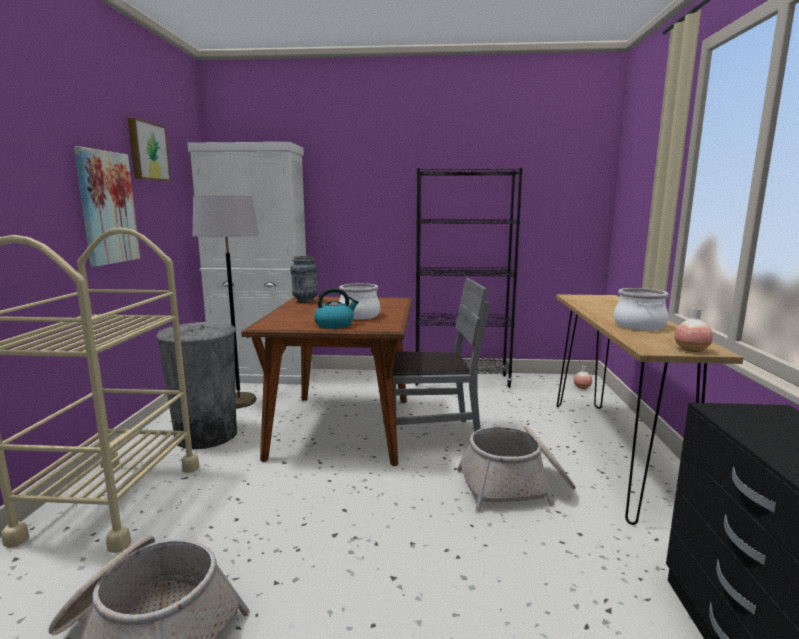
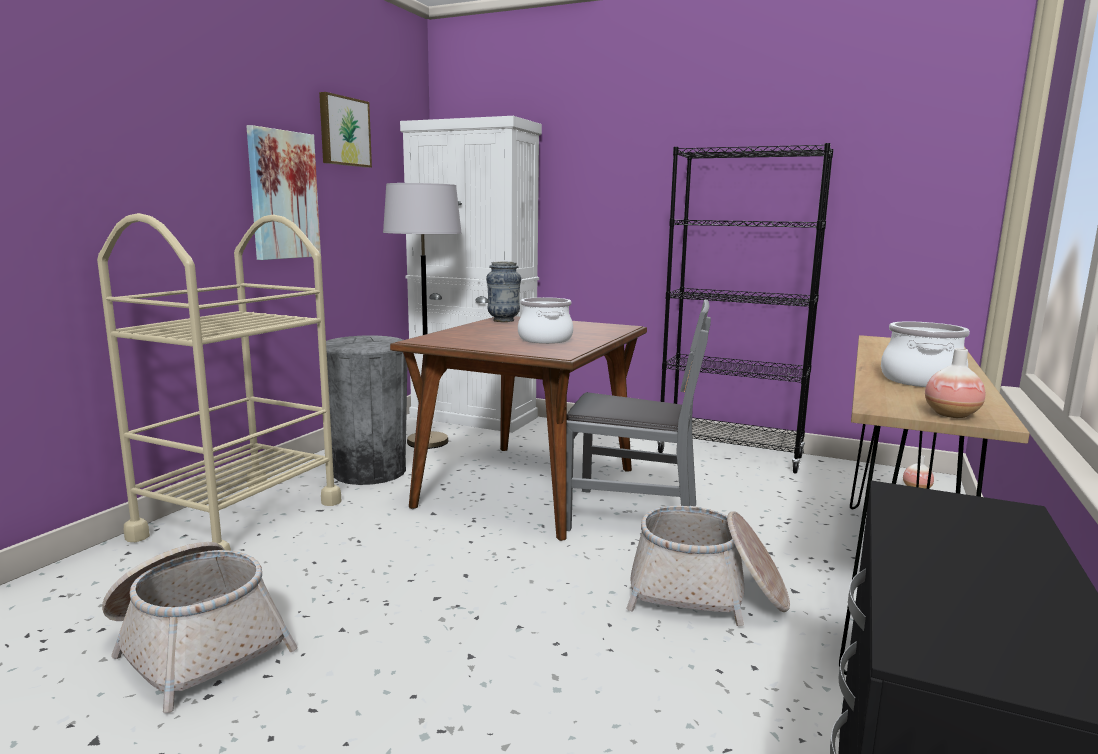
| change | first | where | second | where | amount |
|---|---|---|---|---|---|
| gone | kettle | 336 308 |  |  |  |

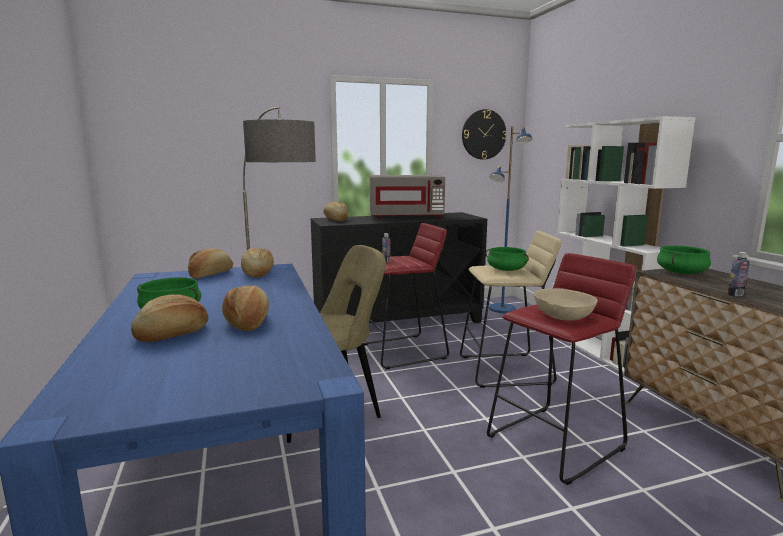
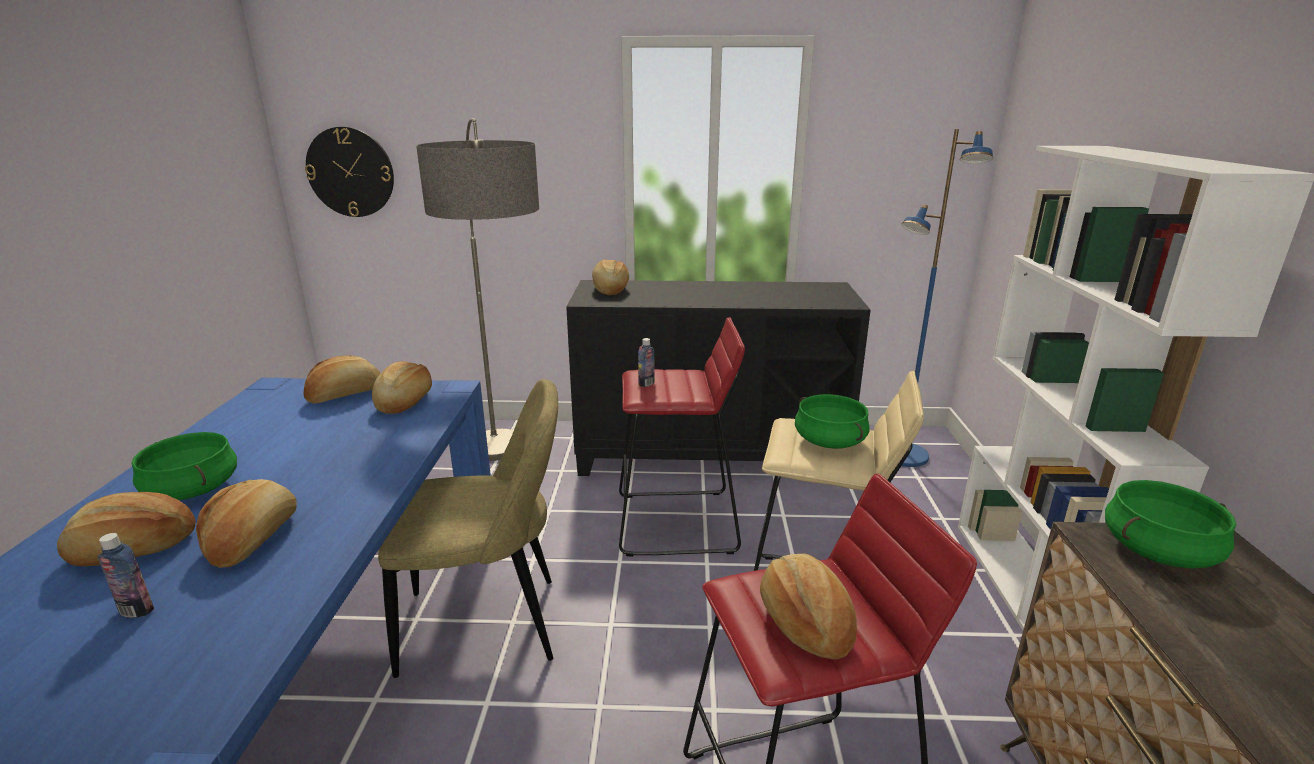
| change | first | where | second | where | amount |
|---|---|---|---|---|---|
| shifted | bottle | 738 274 |  | 125 575 |  |
| shifted | wall clock | 484 134 |  | 349 172 |  |
| swapped | bowl (beige) | 565 304 | bread | 808 606 |  |
| gone | microwave (grey) | 407 197 |  |  |  |

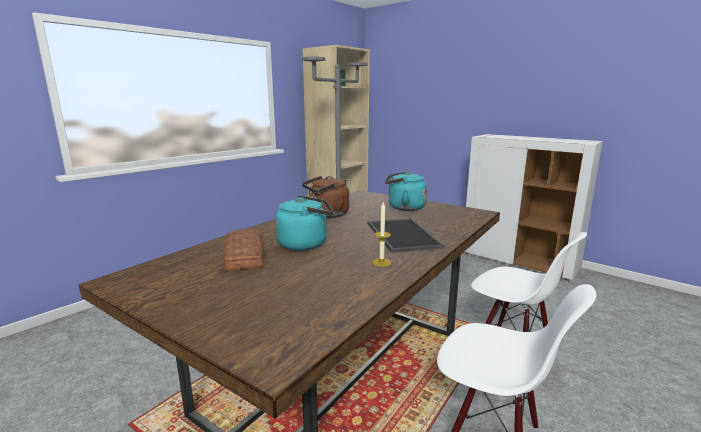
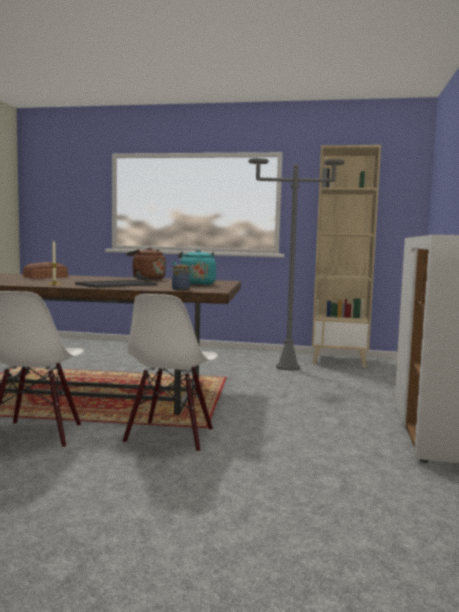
| change | first | where | second | where | amount |
|---|---|---|---|---|---|
| new |  |  | jar | 181 277 |  |
| gone | kettle (turquoise) | 304 223 |  |  |  |

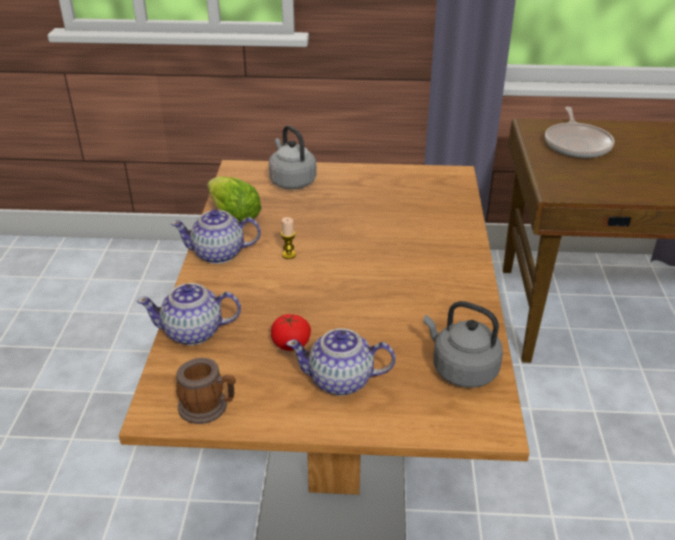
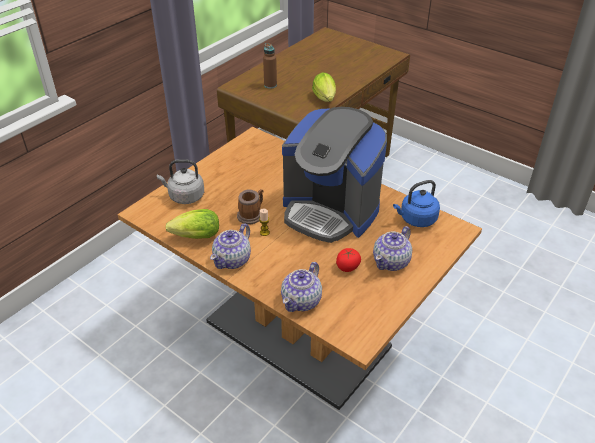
| change | first | where | second | where | amount |
|---|---|---|---|---|---|
| shifted | mug | 206 391 |  | 250 207 |  |
| swapped | frying pan | 580 132 | bottle (brown) | 270 66 |  |
| new |  |  | coffee machine | 334 175 |  |
| new |  |  | lettuce | 324 87 |  |
| repainted | kettle (grey) | 463 344 | kettle (blue) | 416 203 |  |

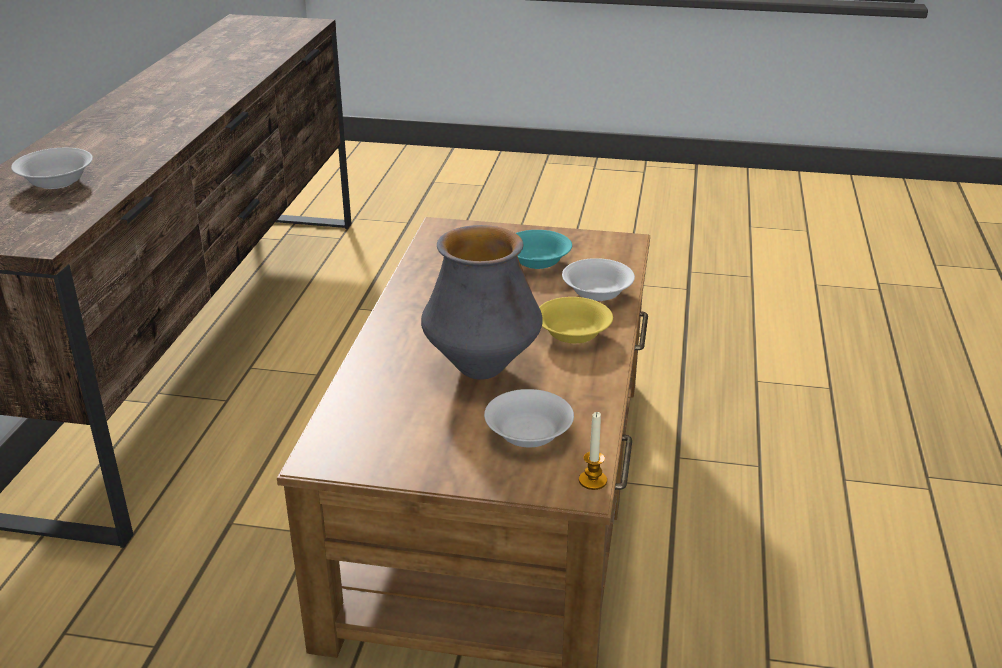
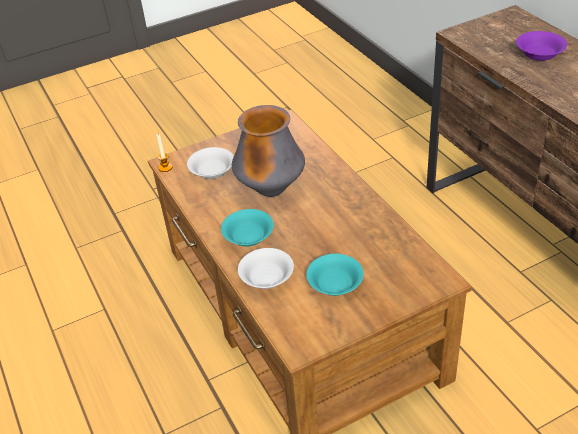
| change | first | where | second | where | amount |
|---|---|---|---|---|---|
| repainted | bowl (yellow) | 576 320 | bowl (turquoise) | 247 228 |  |
| repainted | bowl (white) | 52 168 | bowl (purple) | 541 46 |  |

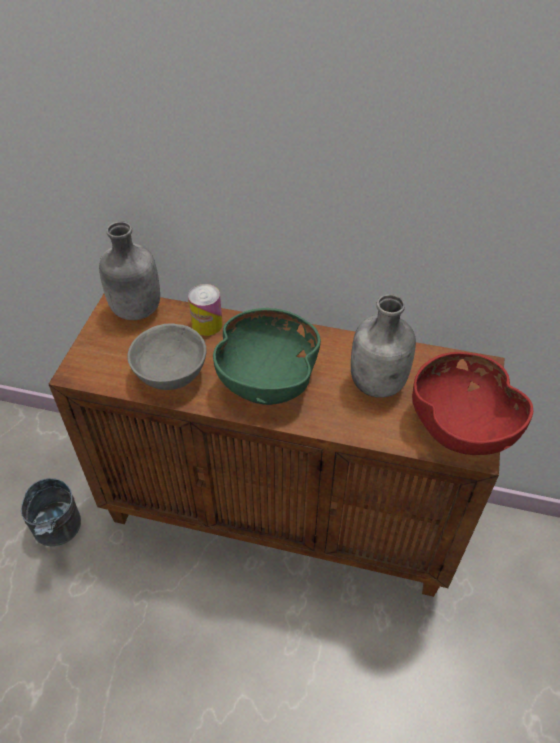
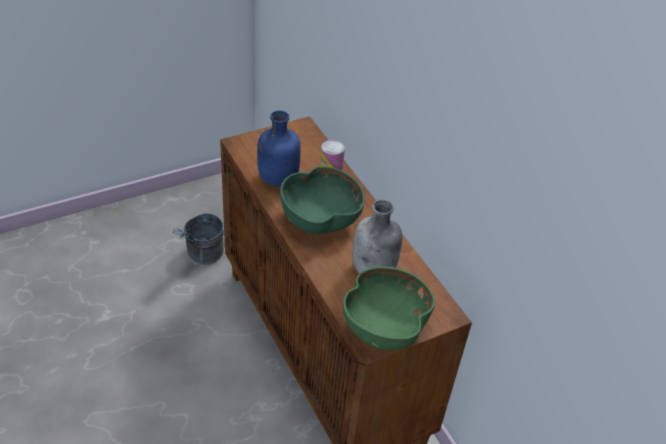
| change | first | where | second | where | amount |
|---|---|---|---|---|---|
| swapped | bowl (grey) | 167 356 | bottle (blue) | 279 148 |  |
| repainted | bowl (red) | 472 403 | bowl (green) | 389 308 |  |
| gone | bottle (grey) | 129 270 |  |  |  |

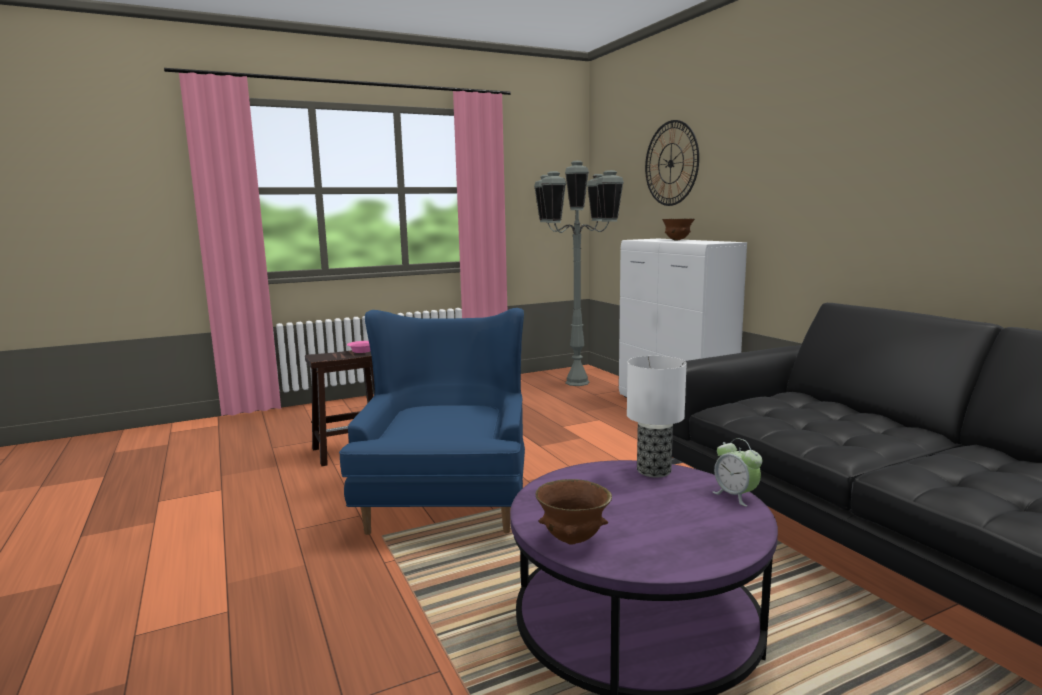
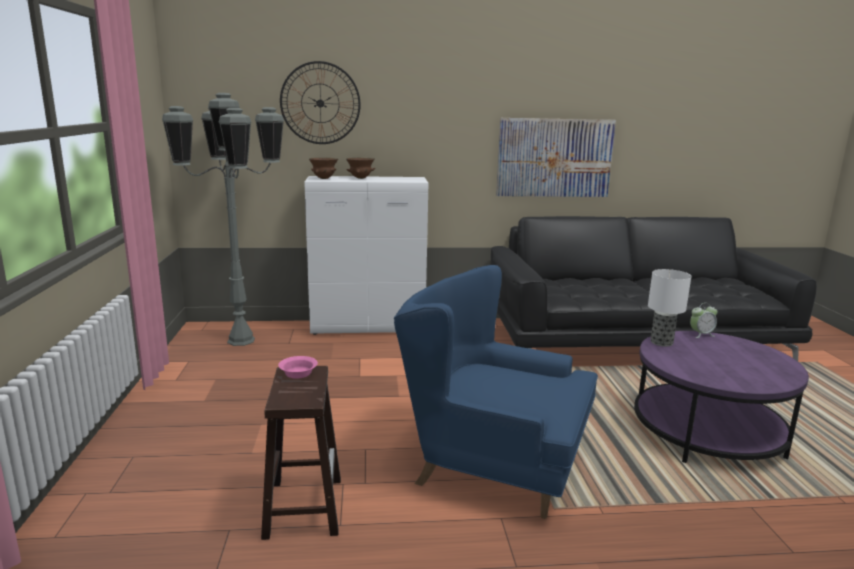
| change | first | where | second | where | amount |
|---|---|---|---|---|---|
| shifted | bowl (brown) | 574 512 |  | 323 168 |  |
| new |  |  | picture | 556 157 |  |

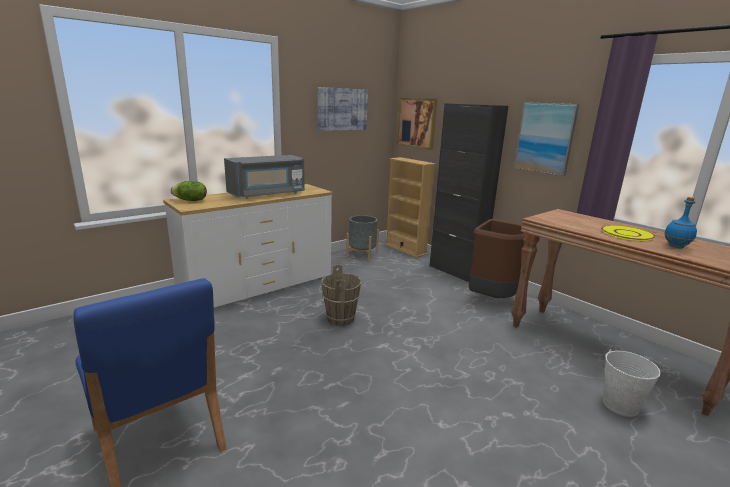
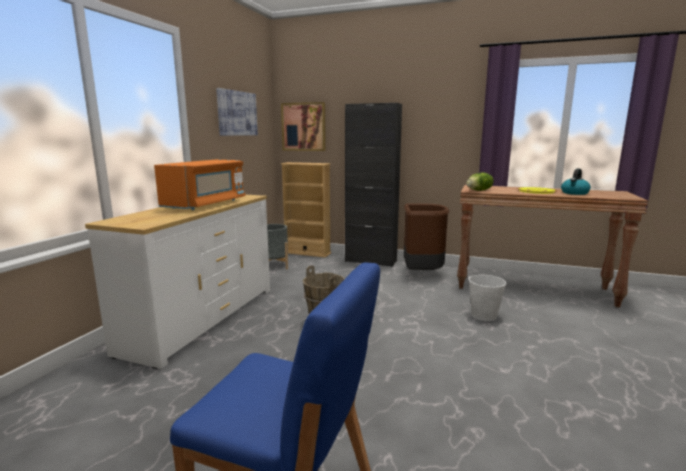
| change | first | where | second | where | amount |
|---|---|---|---|---|---|
| repainted | microwave (grey) | 264 177 | microwave (orange) | 199 185 |  |
| shifted | lettuce | 189 191 |  | 480 181 |  |
| shifted | bucket (white) | 632 383 |  | 488 298 |  |
| swapped | bottle (blue) | 680 223 | kettle | 576 182 |  |
| gone | picture | 546 139 |  |  |  |

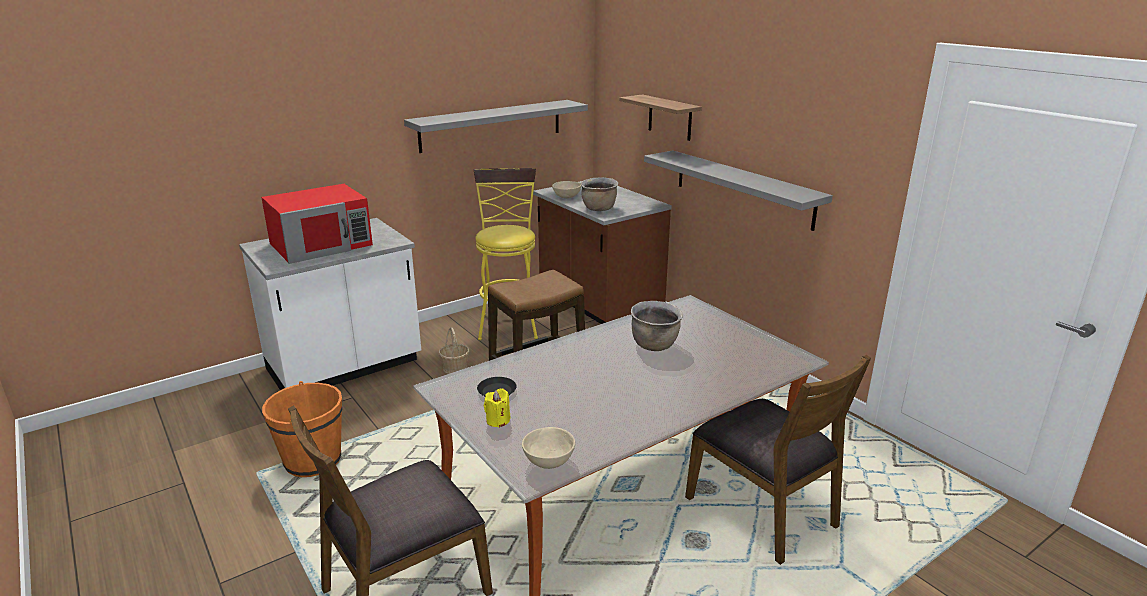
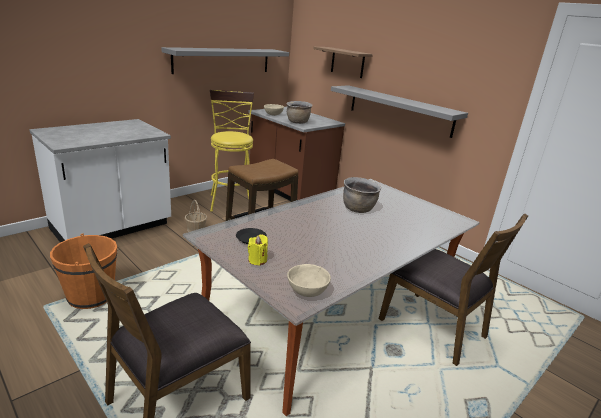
| change | first | where | second | where | amount |
|---|---|---|---|---|---|
| gone | microwave (red) | 317 224 |  |  |  |

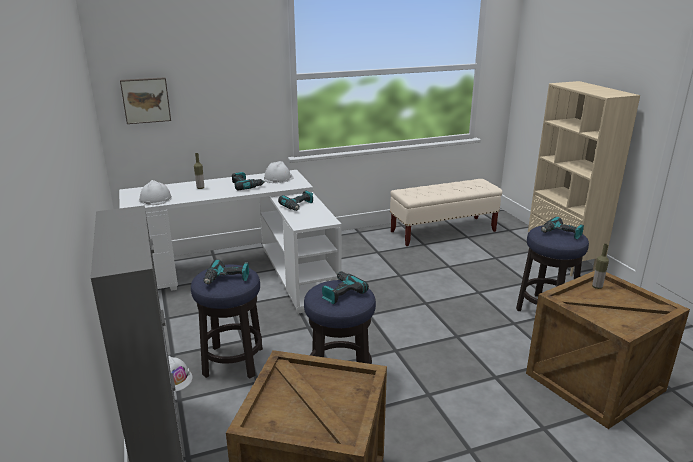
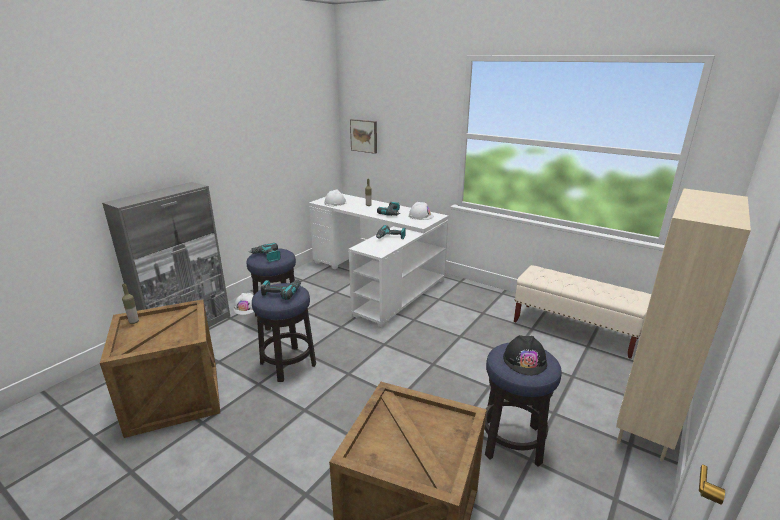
| change | first | where | second | where | amount |
|---|---|---|---|---|---|
| shifted | bottle | 600 266 |  | 130 303 |  |
| swapped | power drill | 562 228 | hard hat (black) | 525 355 |  |

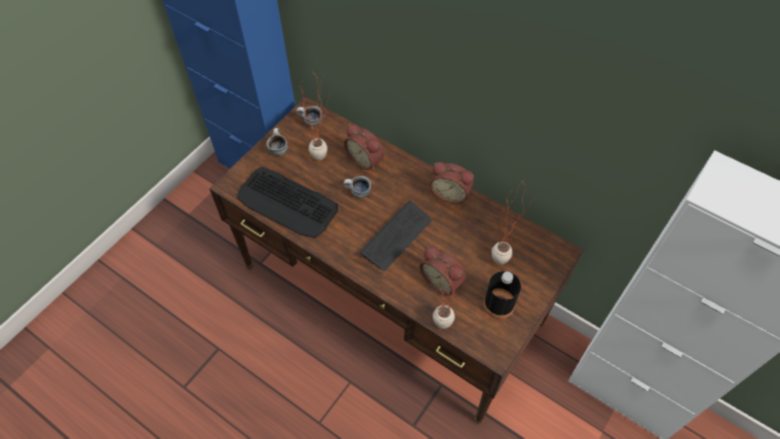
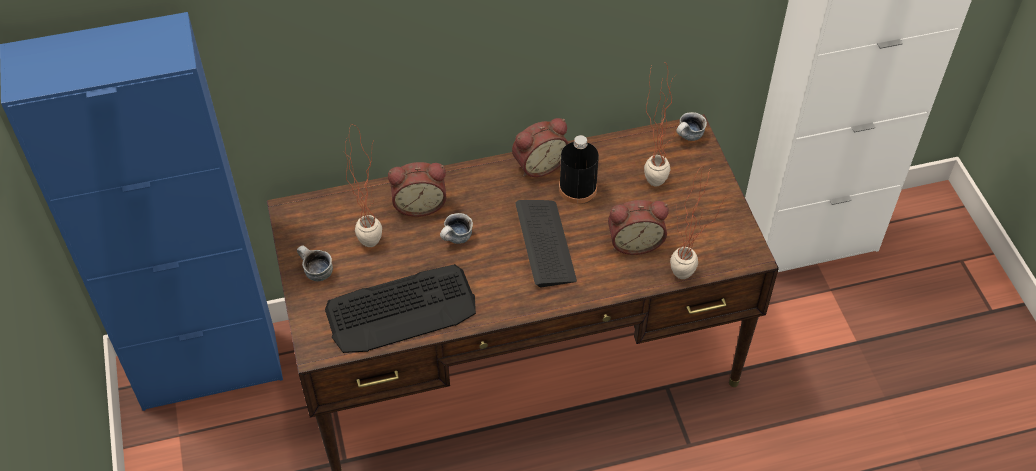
| change | first | where | second | where | amount |
|---|---|---|---|---|---|
| shifted | bottle (black) | 502 295 |  | 579 169 |  |
| shifted | mug | 309 116 |  | 691 126 |  |

